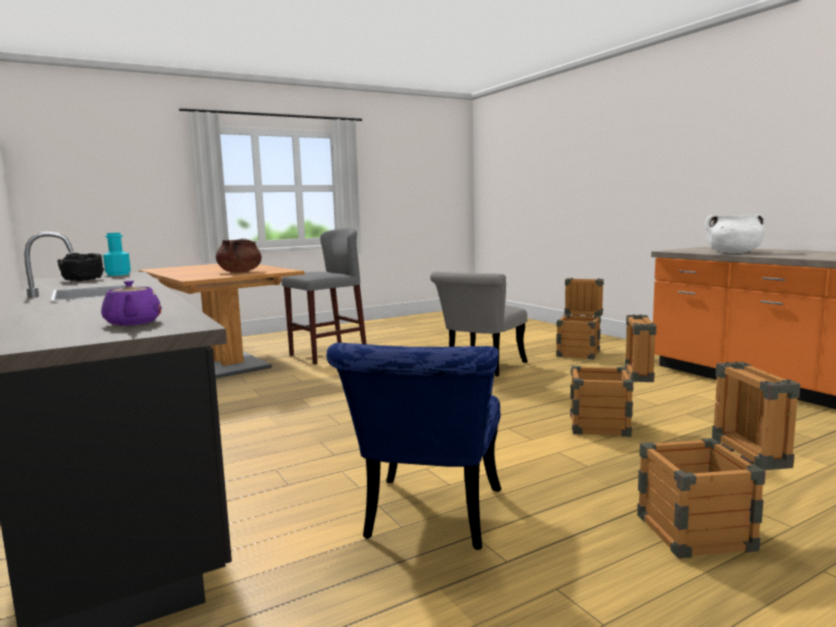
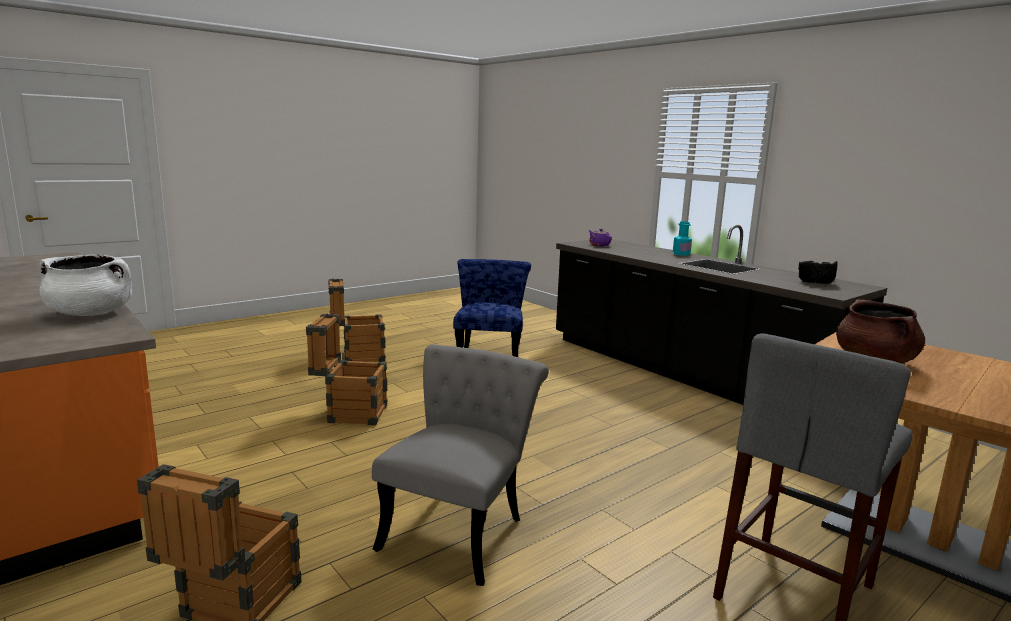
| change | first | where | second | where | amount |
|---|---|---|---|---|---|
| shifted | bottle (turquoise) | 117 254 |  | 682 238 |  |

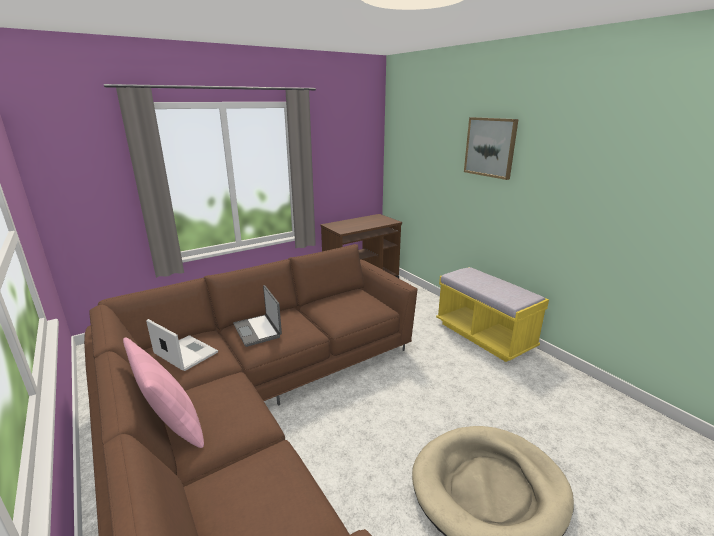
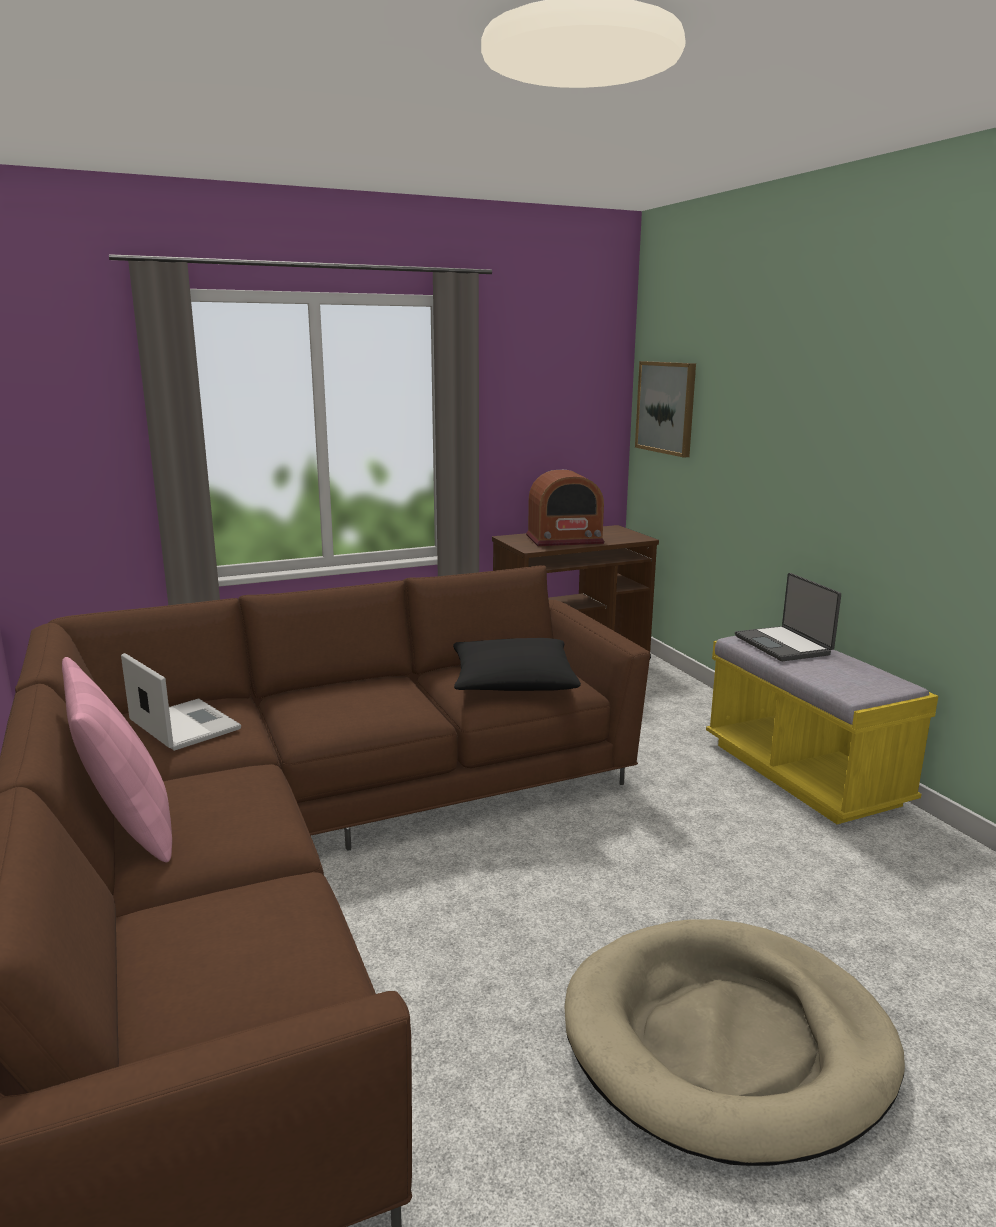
| change | first | where | second | where | amount |
|---|---|---|---|---|---|
| new |  |  | pillow (black) | 517 664 |  |
| new |  |  | radio | 565 508 |  |
| shifted | picture | 491 148 |  | 665 409 |  |
| shifted | laptop | 257 316 |  | 788 617 |  |

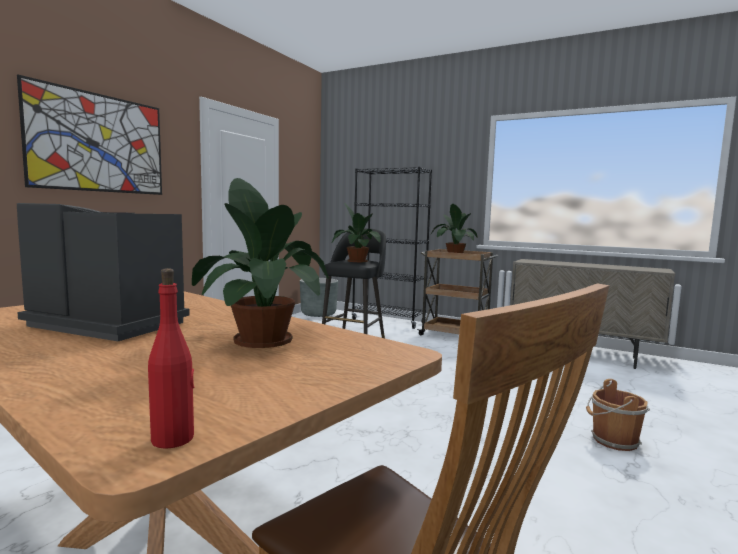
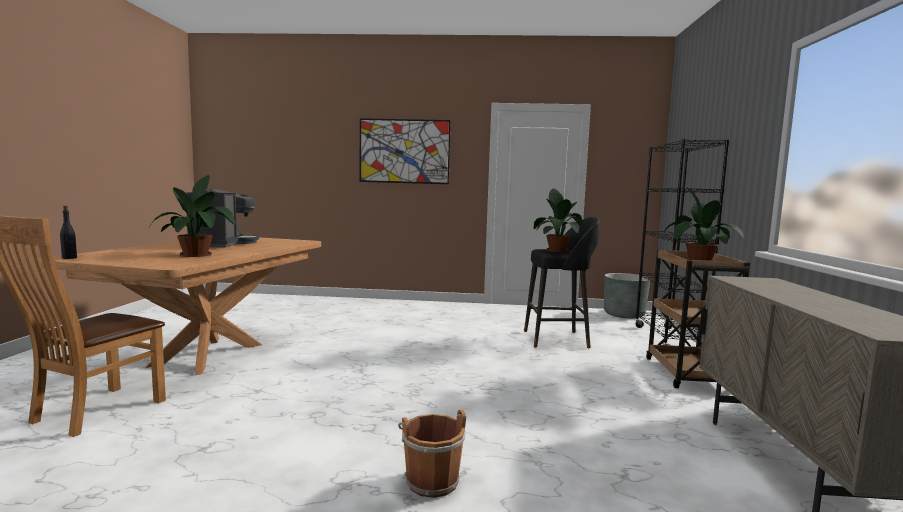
| change | first | where | second | where | amount |
|---|---|---|---|---|---|
| repainted | bottle (red) | 171 358 | bottle (black) | 68 232 |  |

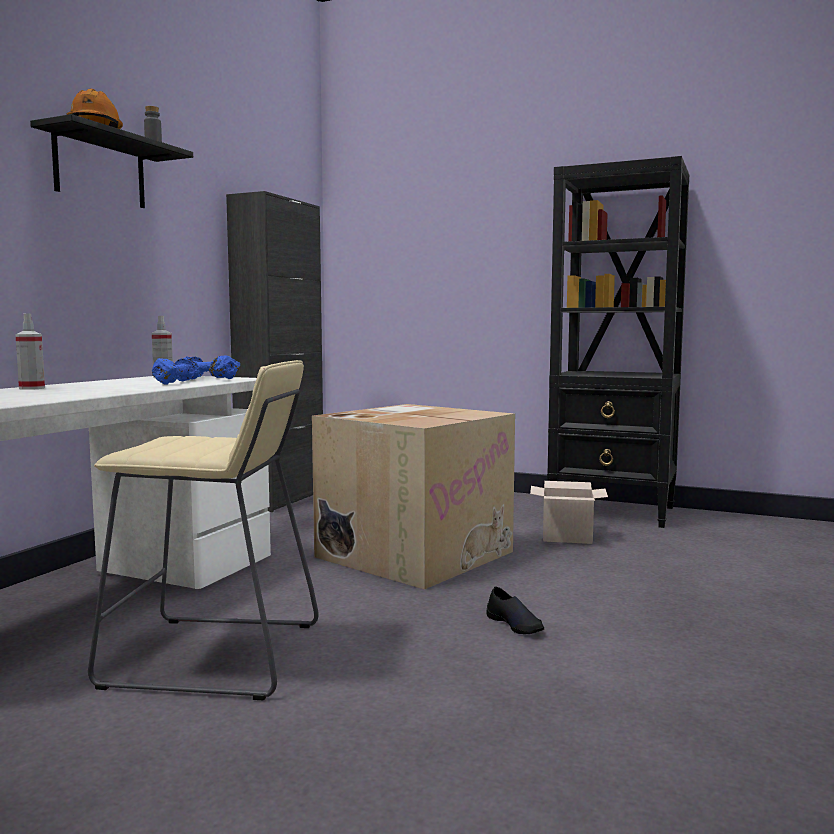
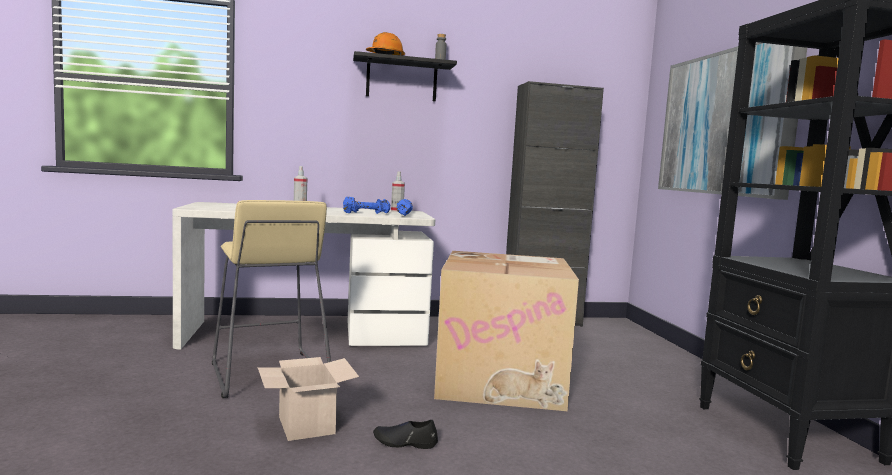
| change | first | where | second | where | amount |
|---|---|---|---|---|---|
| shifted | cardboard box | 569 512 |  | 308 399 |  |
| rotated | shoe (black) | 515 610 |  | 405 434 | 75 degrees clockwise |
| new |  |  | picture | 732 121 |  |

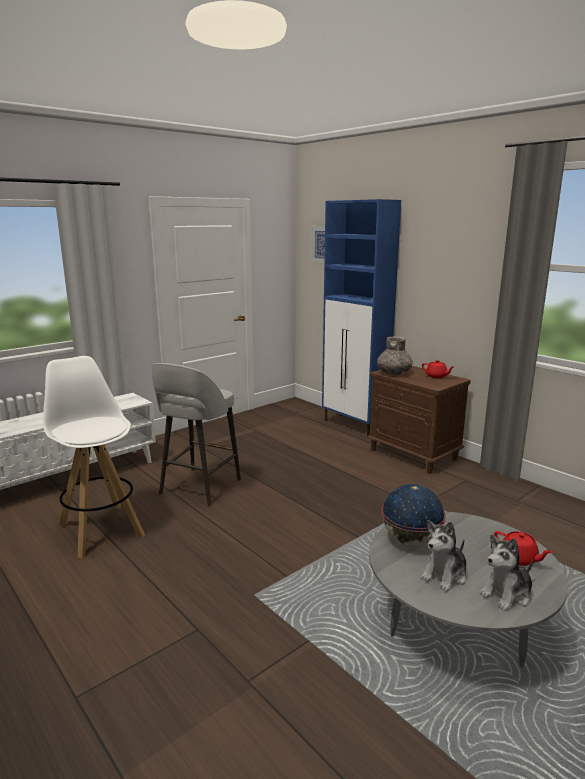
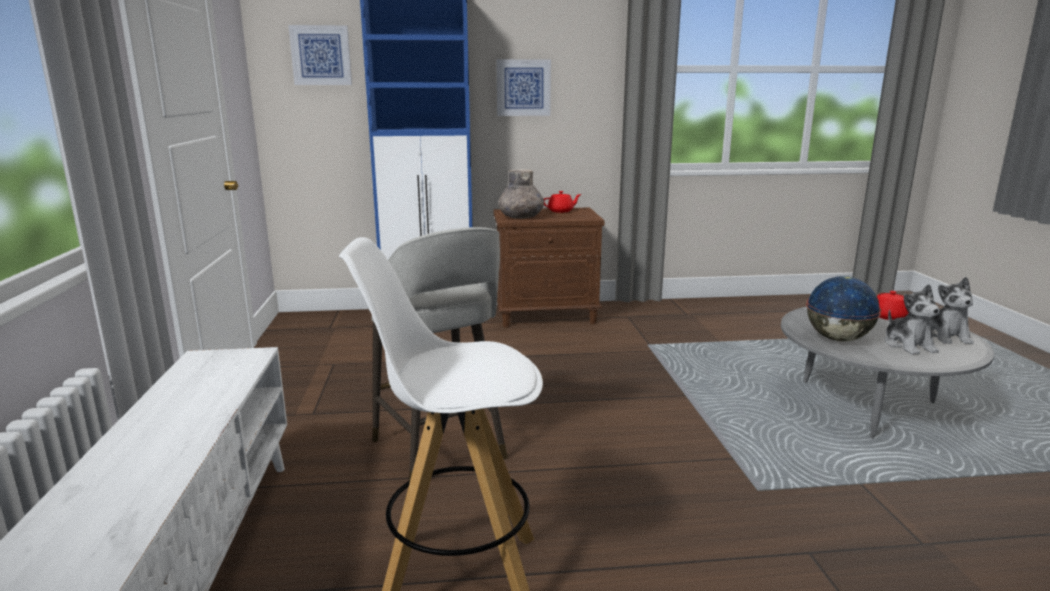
| change | first | where | second | where | amount |
|---|---|---|---|---|---|
| new |  |  | picture | 523 87 |  |

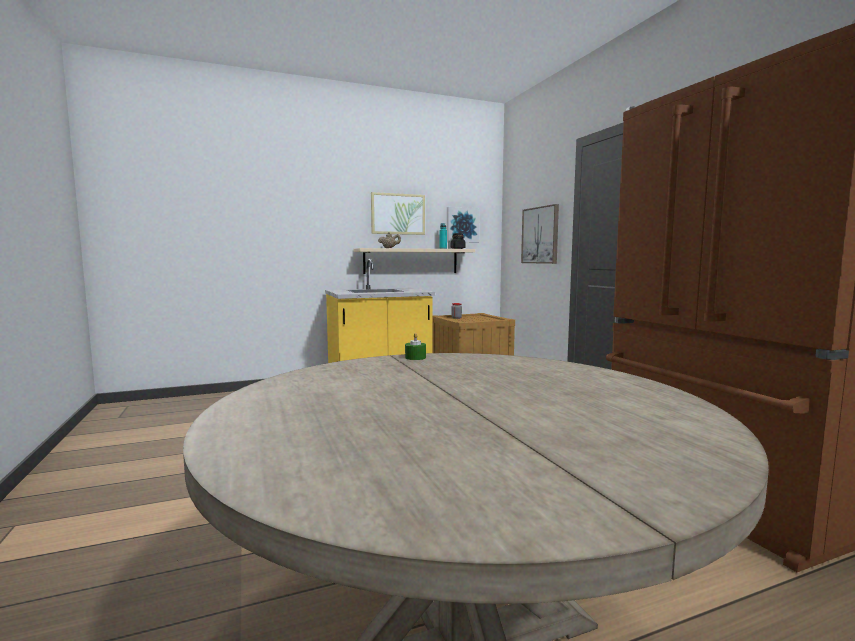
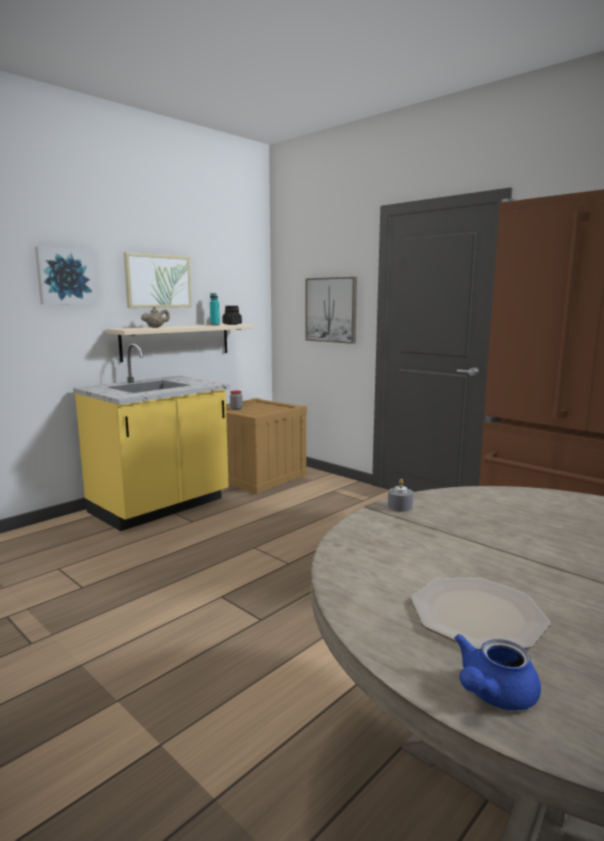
| change | first | where | second | where | amount |
|---|---|---|---|---|---|
| shifted | picture | 463 225 |  | 65 276 |  |
| repainted | candle (green) | 415 346 | candle (grey) | 400 495 |  |
| new |  |  | plate | 480 613 |  |
| new |  |  | teapot (blue) | 497 672 |  |

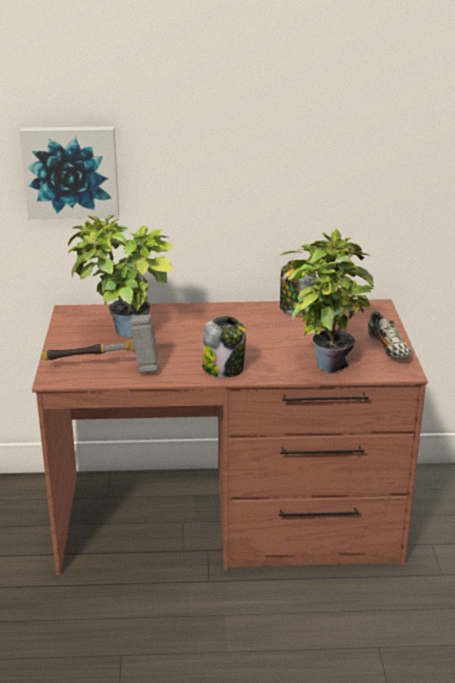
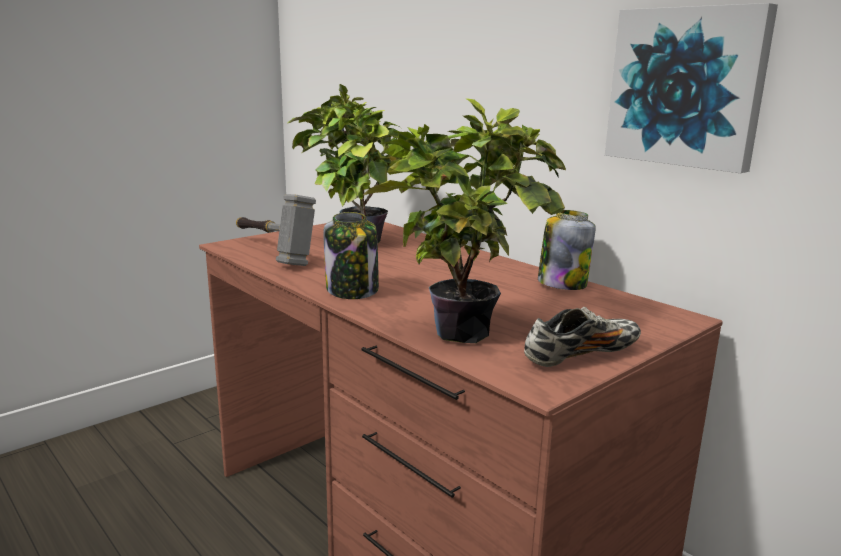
| change | first | where | second | where | amount |
|---|---|---|---|---|---|
| rotated | shoe | 390 335 |  | 582 337 | 150 degrees counterclockwise |
| shifted | picture | 69 172 |  | 691 88 |  |

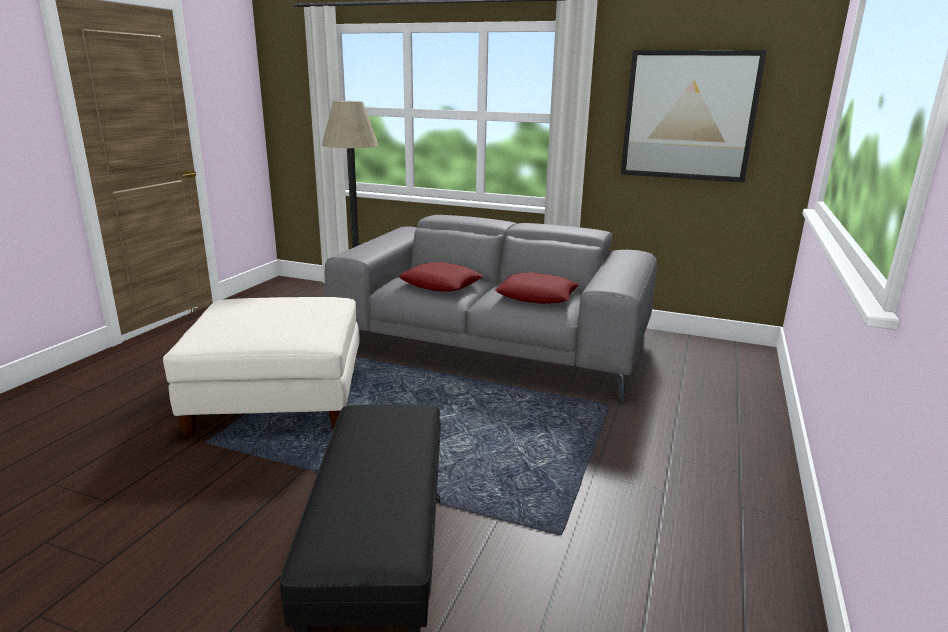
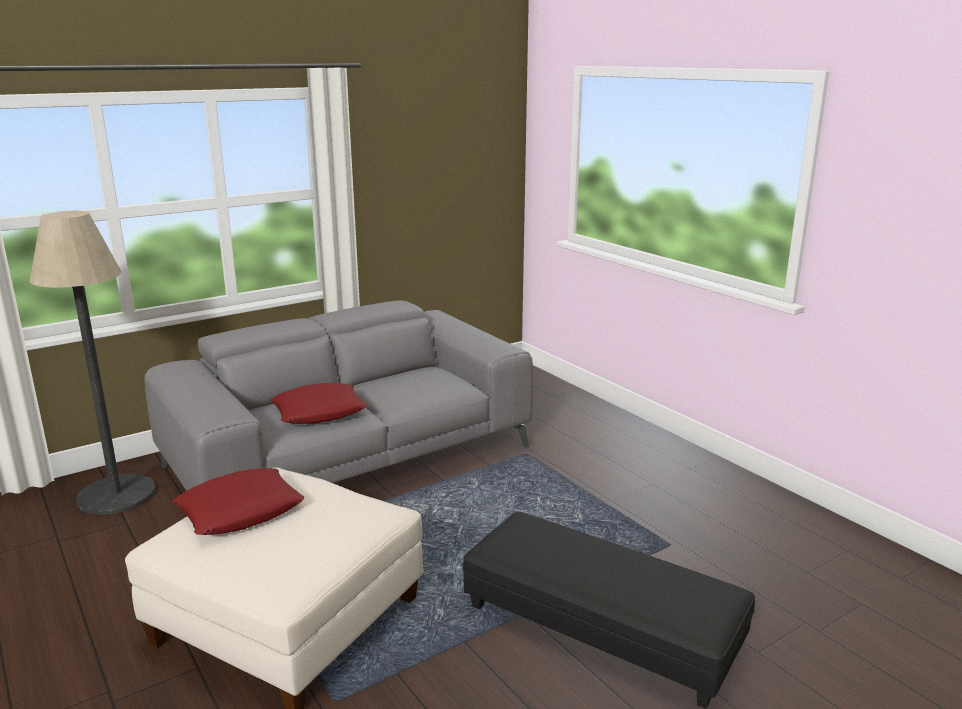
| change | first | where | second | where | amount |
|---|---|---|---|---|---|
| shifted | pillow (red) | 537 288 |  | 238 501 |  |
| gone | picture | 694 116 |  |  |  |

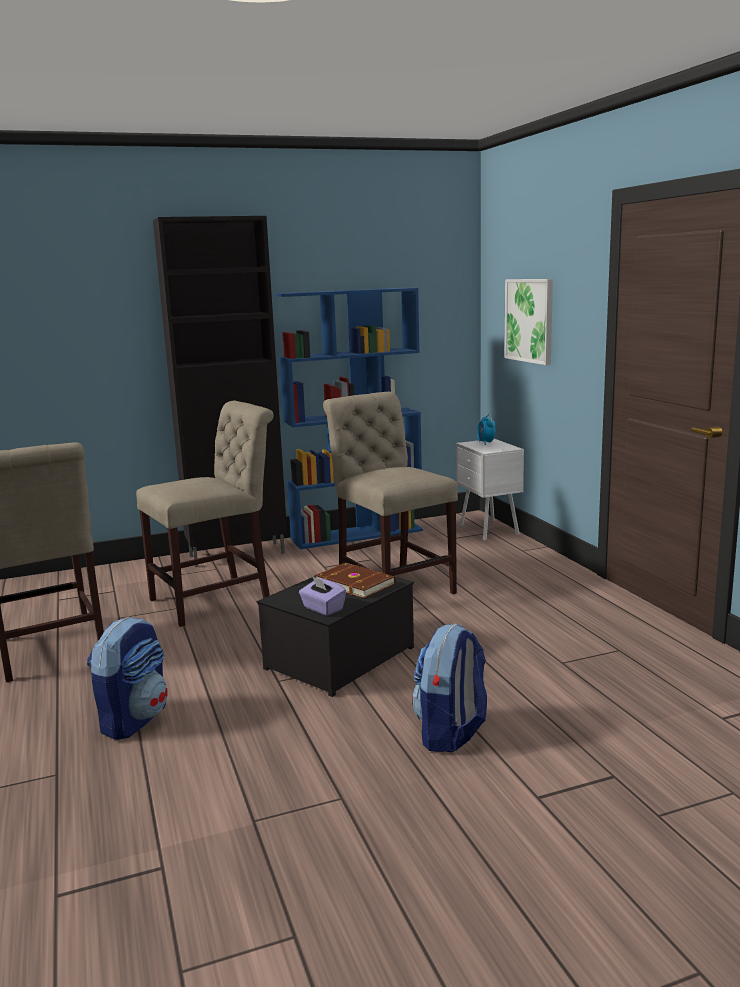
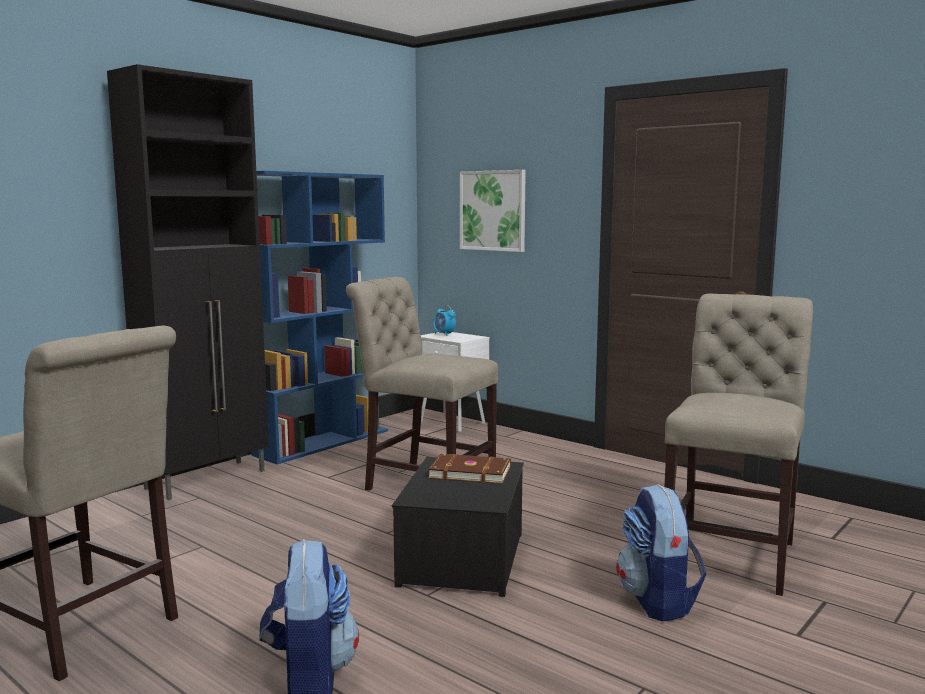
| change | first | where | second | where | amount |
|---|---|---|---|---|---|
| shifted | chair (beige) | 205 514 |  | 738 445 |  |
| gone | tissue box (purple) | 322 596 |  |  |  |

